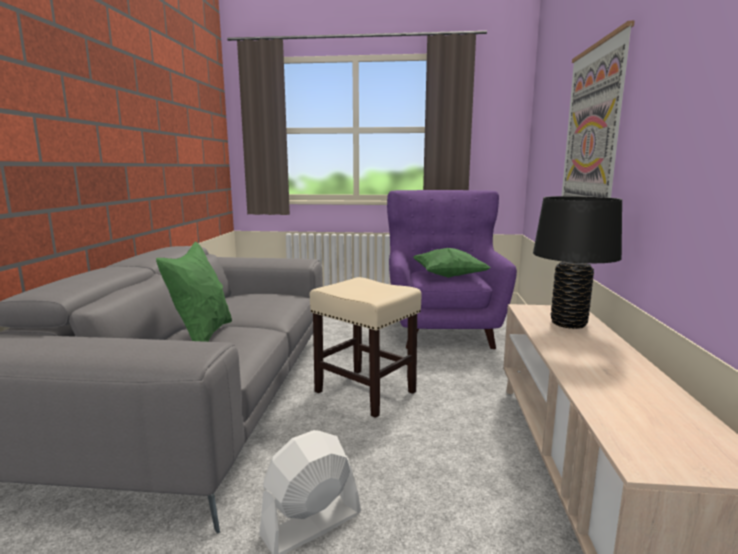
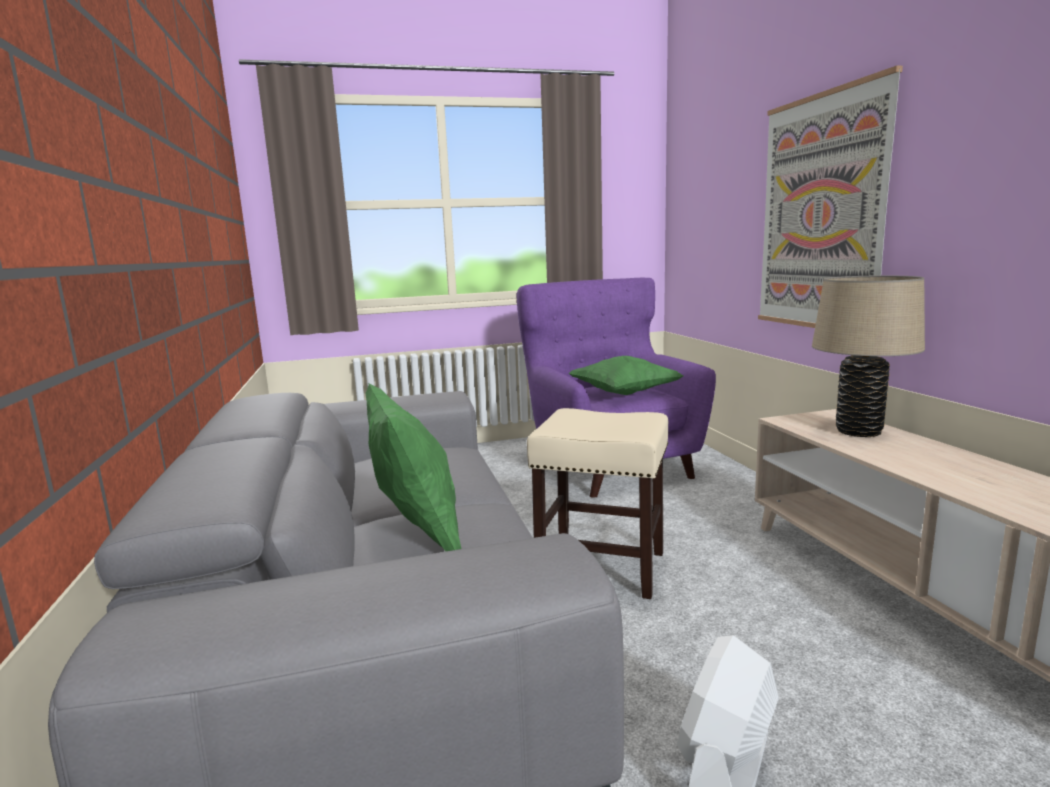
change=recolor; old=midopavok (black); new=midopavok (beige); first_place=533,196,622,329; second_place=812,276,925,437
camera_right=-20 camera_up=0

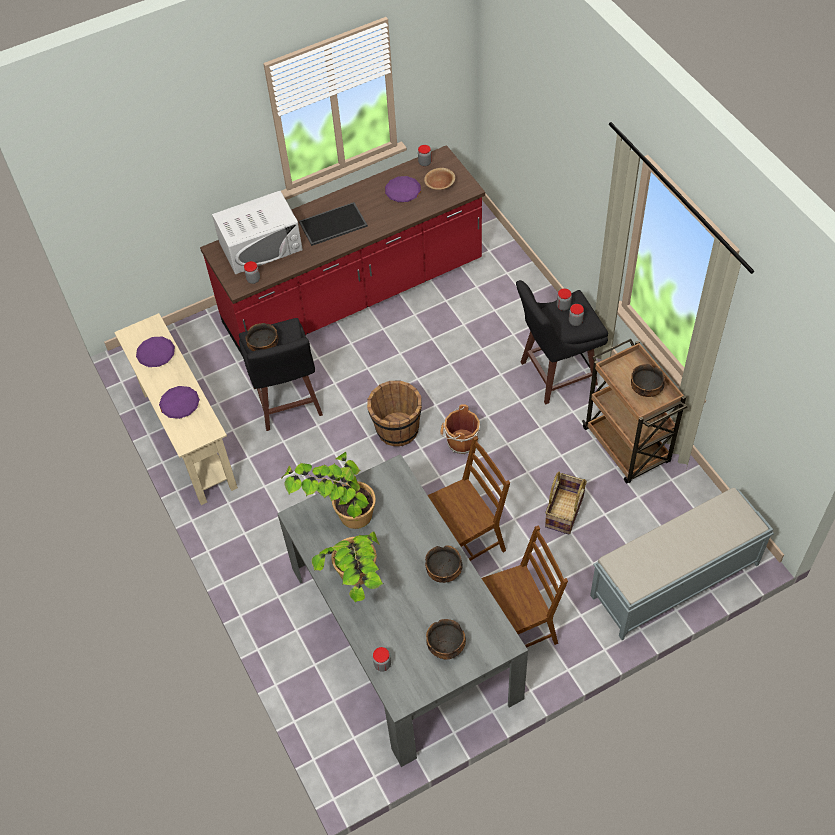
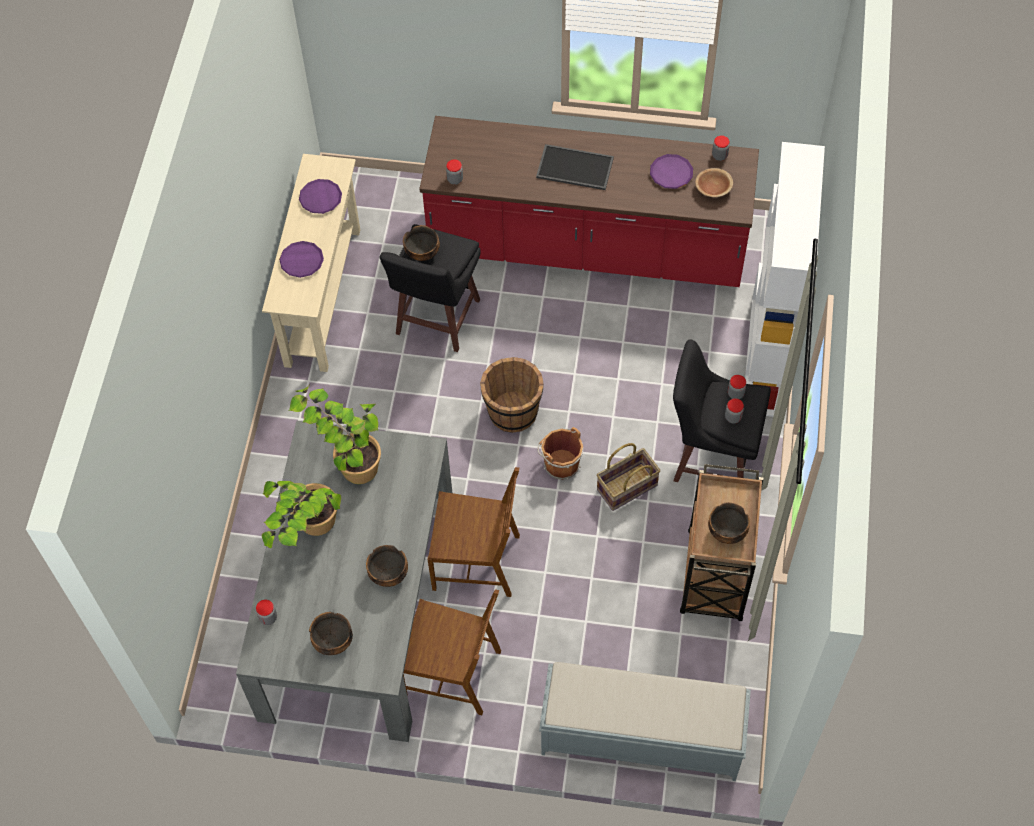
change=delete; old=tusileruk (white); first_place=212,191,303,274
change=move; old=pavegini; first_place=545,472,587,535; second_place=597,443,660,511
change=insert; new=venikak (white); second_place=745,142,825,417
camera_right=35 camera_up=5

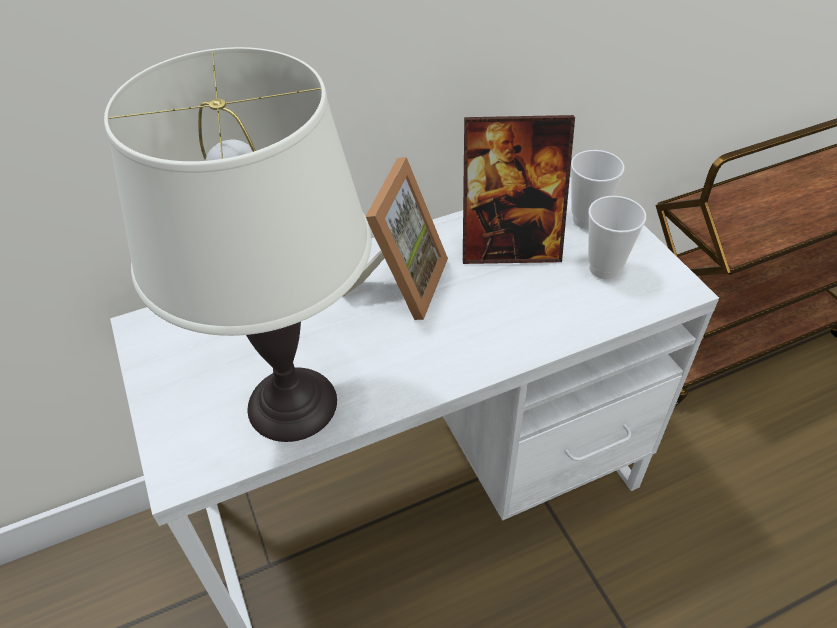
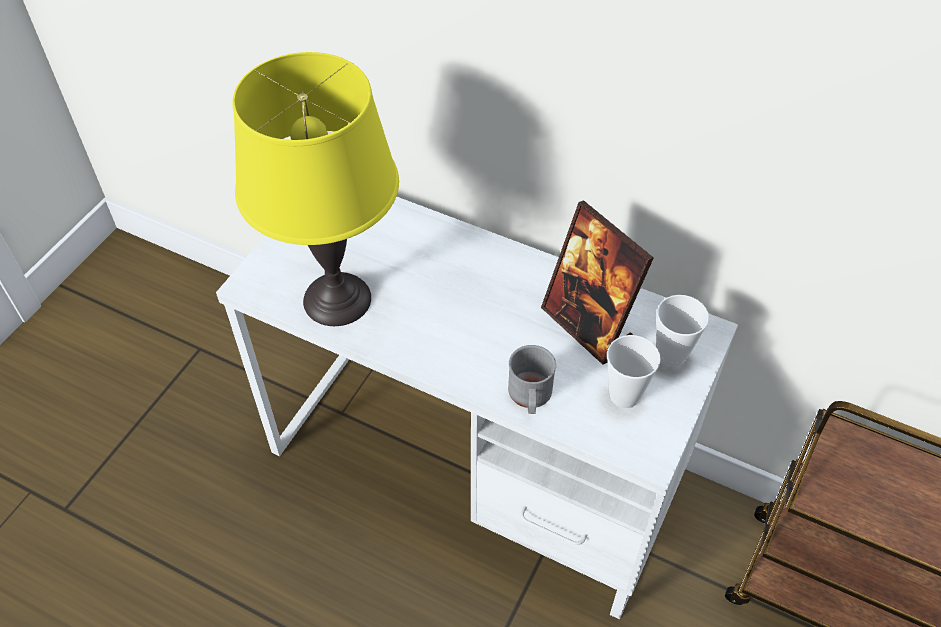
change=recolor; old=midopavok (white); new=midopavok (yellow); first_place=104,47,371,442; second_place=233,52,399,326
change=delete; old=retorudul; first_place=343,157,448,320
change=insert; new=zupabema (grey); second_place=508,345,556,414
camera_right=50 camera_up=5

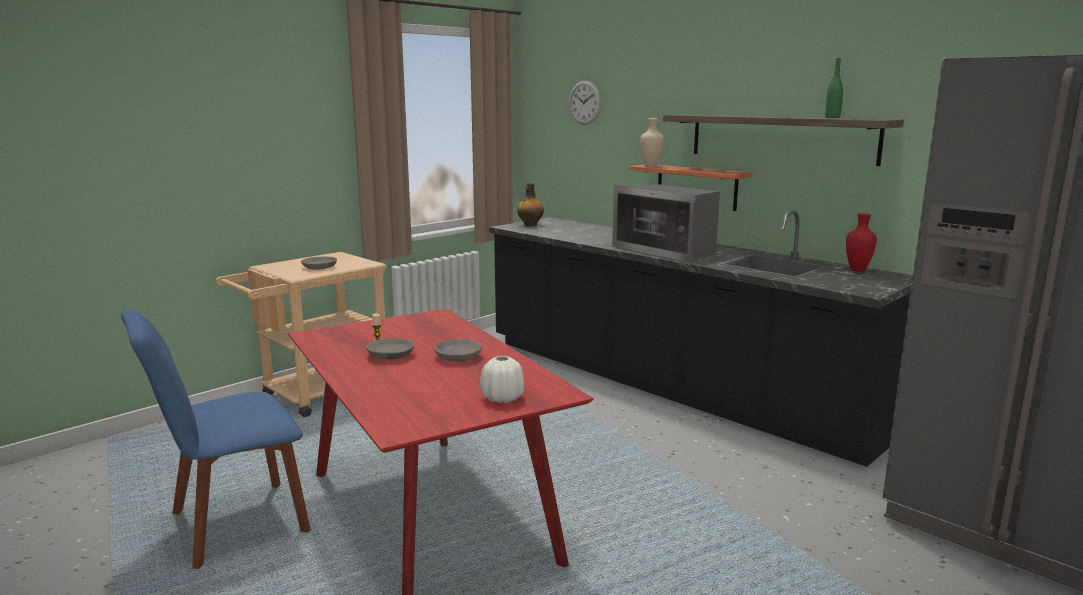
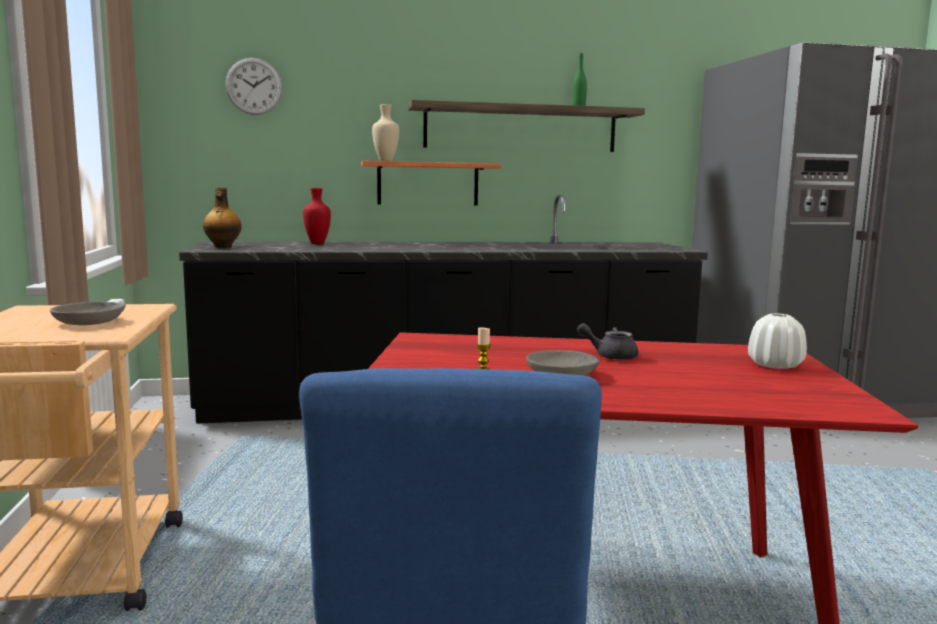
change=replace; old=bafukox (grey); new=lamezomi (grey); first_place=434,339,482,362; second_place=577,323,638,360
change=delete; old=tusileruk; first_place=612,184,720,263
change=move; old=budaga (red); first_place=846,213,877,272; second_place=303,188,331,244
camera_right=-55 camera_up=-5

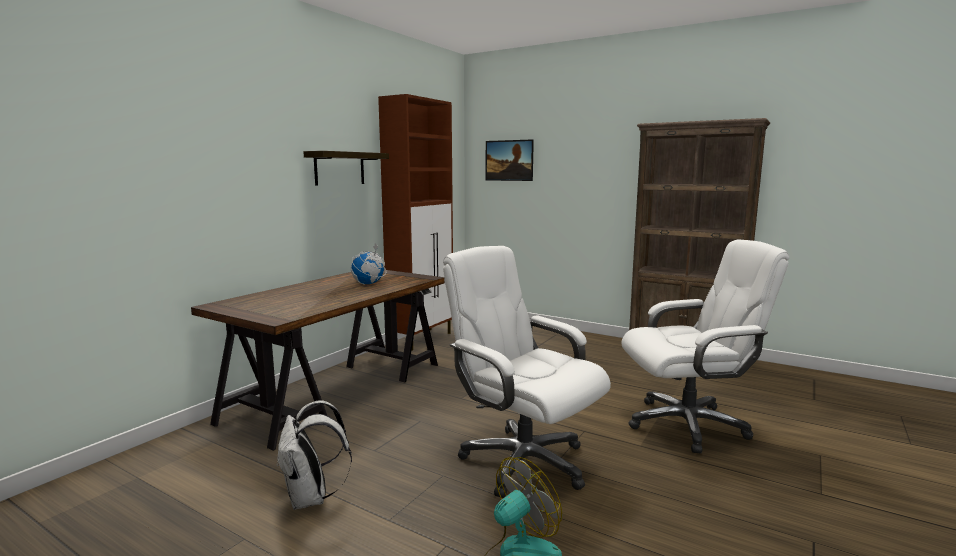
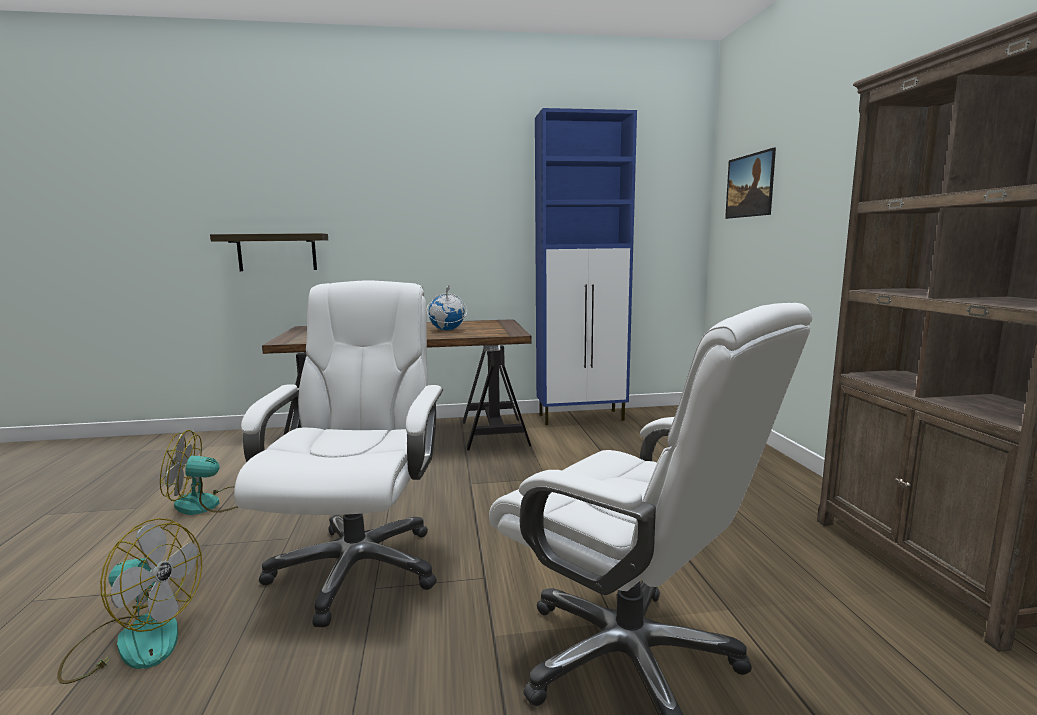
change=replace; old=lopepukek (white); new=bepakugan; first_place=277,400,352,510; second_place=160,430,238,515
change=move; old=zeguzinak; first_place=303,151,389,185; second_place=210,233,328,271
change=recolor; old=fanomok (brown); new=fanomok (blue); first_place=378,94,453,351; second_place=535,108,637,425
camera_right=50 camera_up=0

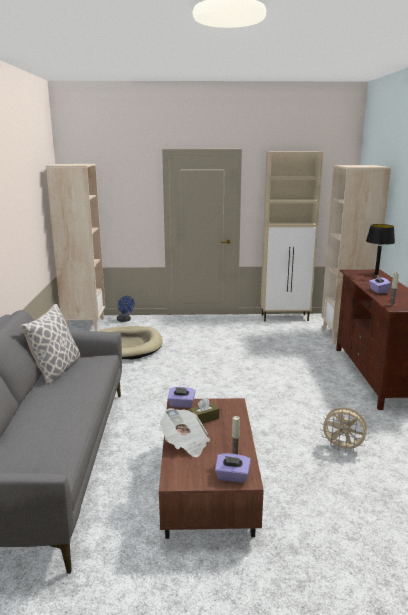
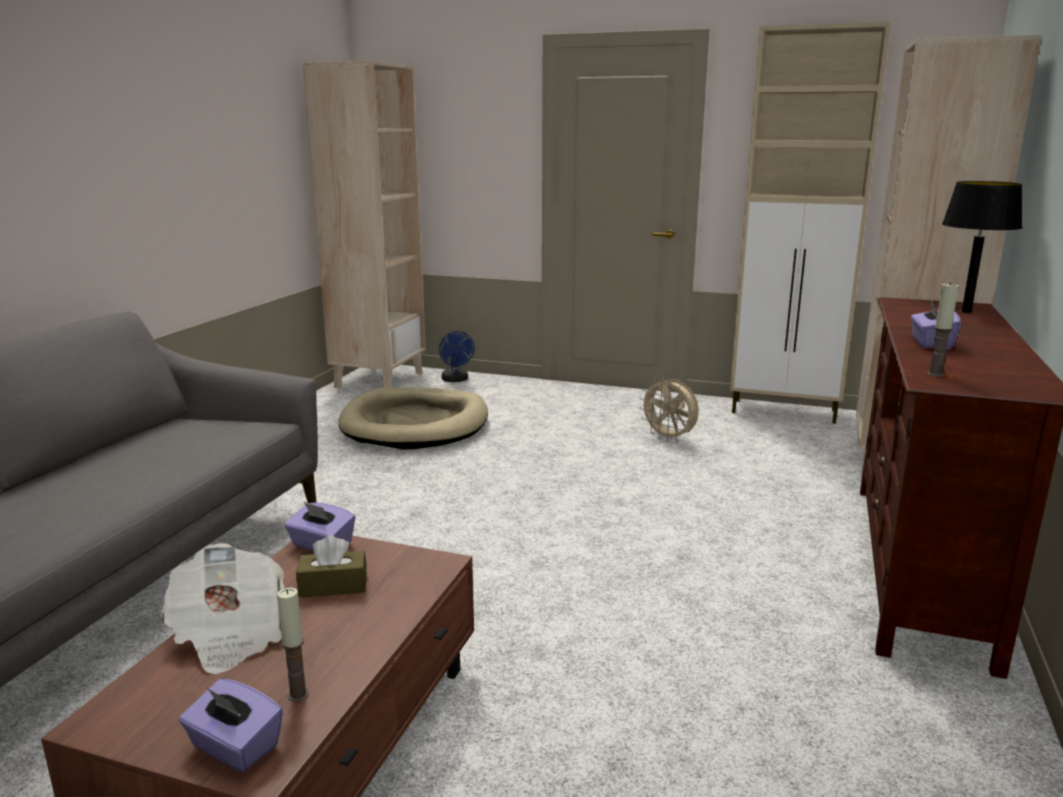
change=delete; old=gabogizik; first_place=20,304,81,385
change=move; old=bepakugan (beige); first_place=320,407,369,452; second_place=639,377,699,442
camera_right=20 camera_up=0

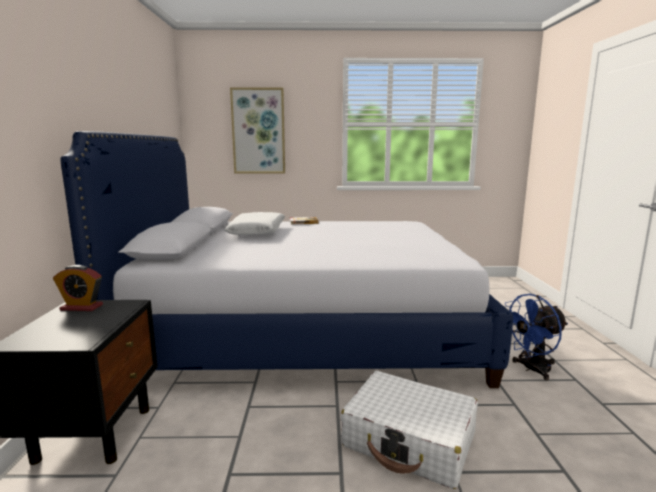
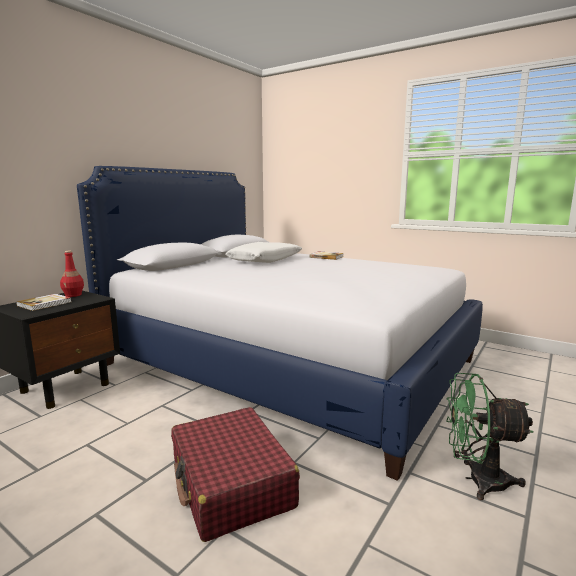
change=replace; old=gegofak; new=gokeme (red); first_place=53,265,103,311; second_place=60,251,84,297
change=delete; old=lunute; first_place=230,88,285,173
change=recolor; old=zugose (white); new=zugose (red); first_place=341,371,478,489; second_place=171,407,300,542
change=recolor; old=bepakugan (blue); new=bepakugan (green); first_place=505,294,568,381; second_place=446,373,534,500
change=insert; new=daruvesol; second_place=16,294,71,311
camera_right=35 camera_up=0

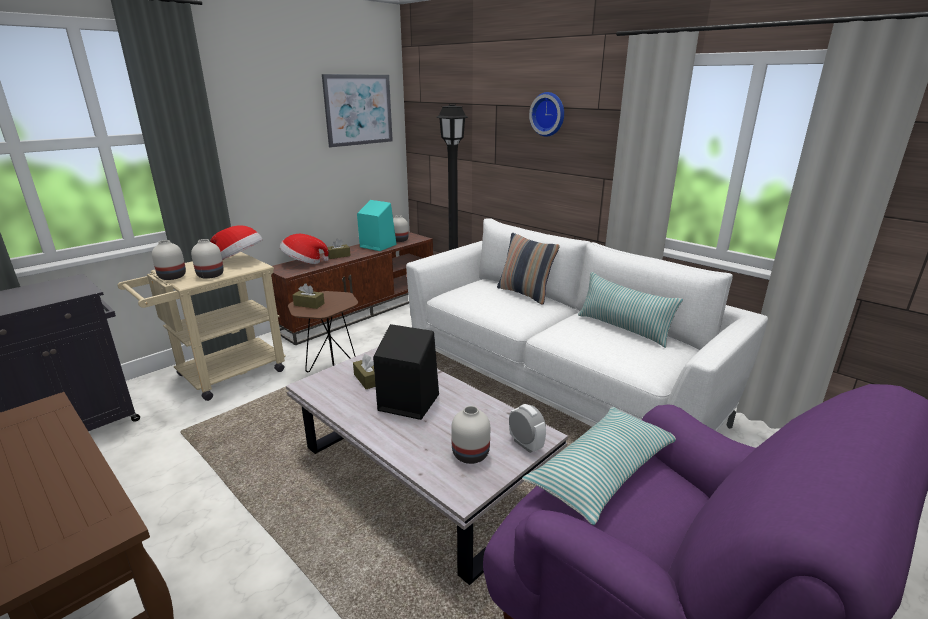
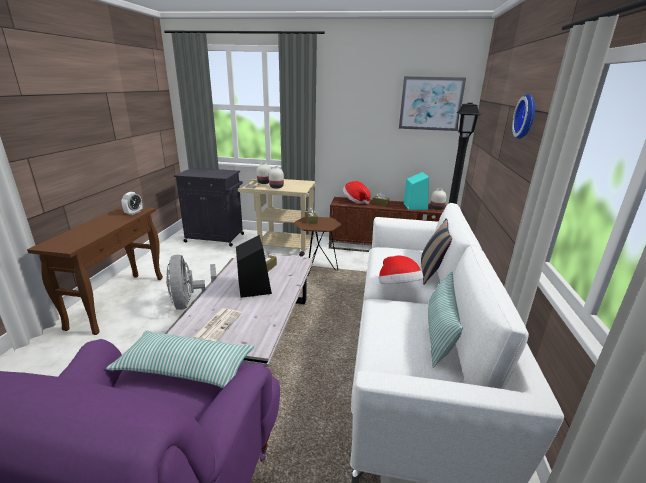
change=move; old=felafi; first_place=210,225,263,260; second_place=379,256,424,284
change=replace; old=budaga (white); new=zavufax; first_place=451,406,490,464; second_place=193,308,242,342
change=move; old=gegofak; first_place=509,404,546,453; second_place=122,192,142,215
change=insert; new=bepakugan (grey); second_place=166,255,217,310
camera_right=55 camera_up=0

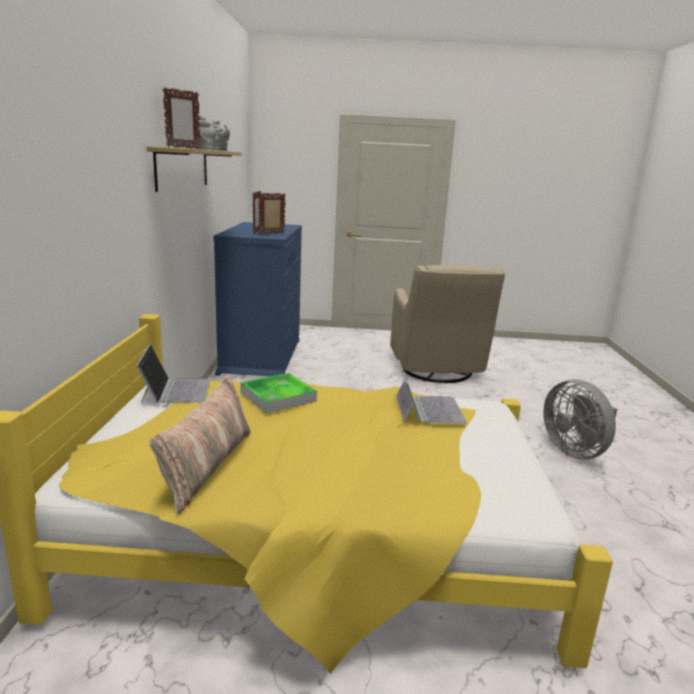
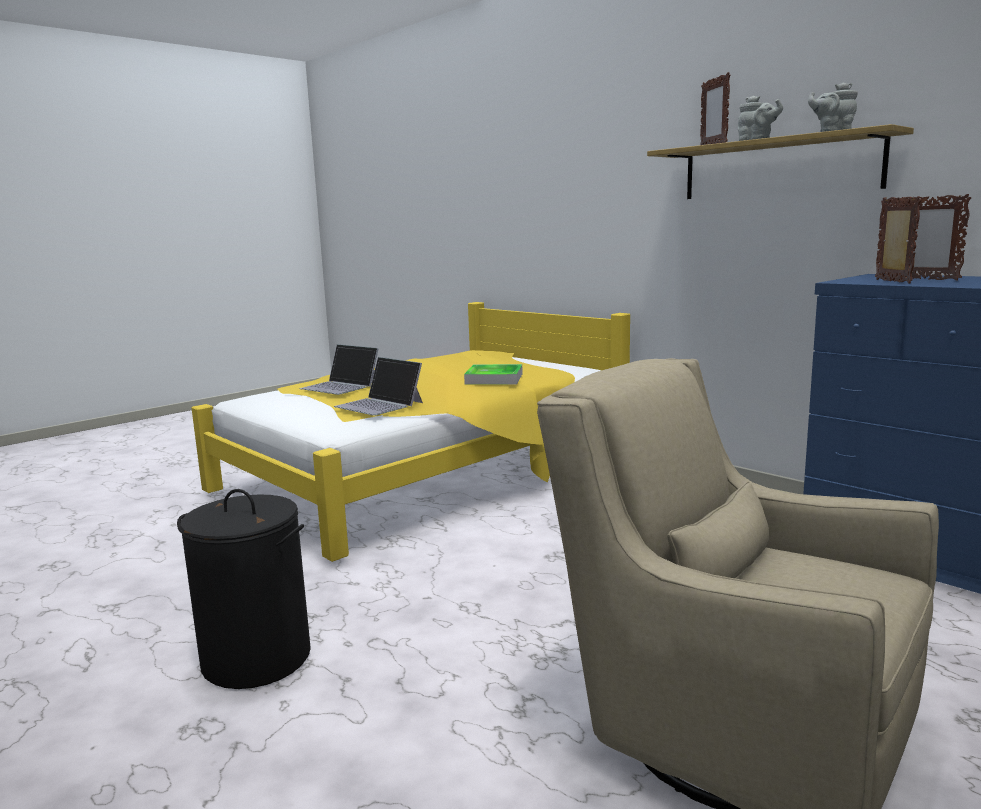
change=move; old=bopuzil; first_place=136,344,211,403; second_place=300,344,379,395
change=delete; old=gabogizik; first_place=149,376,251,514
change=replace; old=bepakugan (grey); new=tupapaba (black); first_place=543,379,617,459; second_place=177,489,311,689
camera_right=135 camera_up=-5

